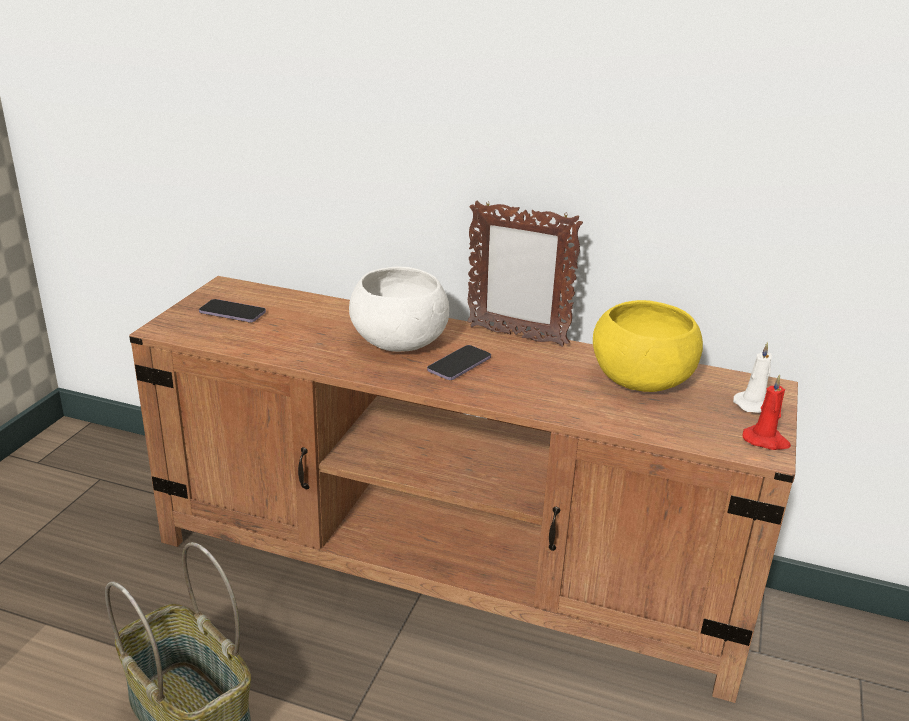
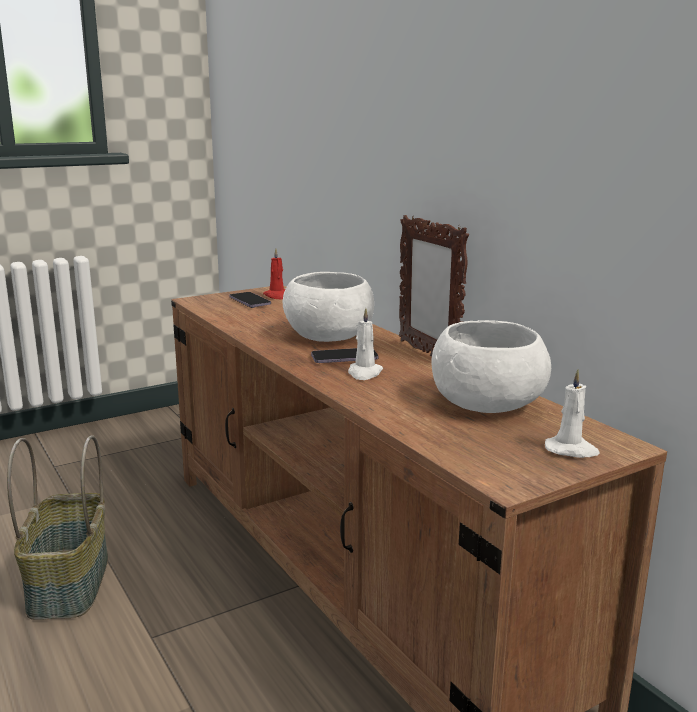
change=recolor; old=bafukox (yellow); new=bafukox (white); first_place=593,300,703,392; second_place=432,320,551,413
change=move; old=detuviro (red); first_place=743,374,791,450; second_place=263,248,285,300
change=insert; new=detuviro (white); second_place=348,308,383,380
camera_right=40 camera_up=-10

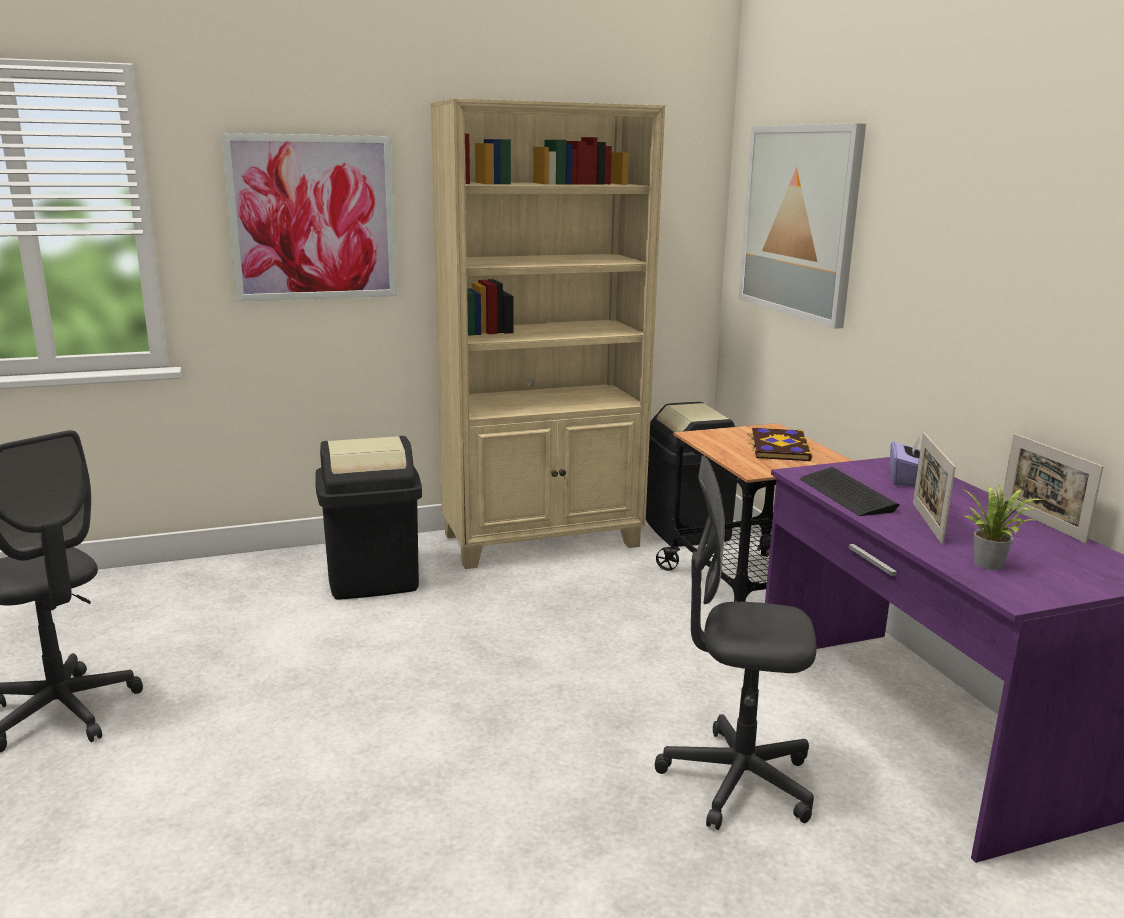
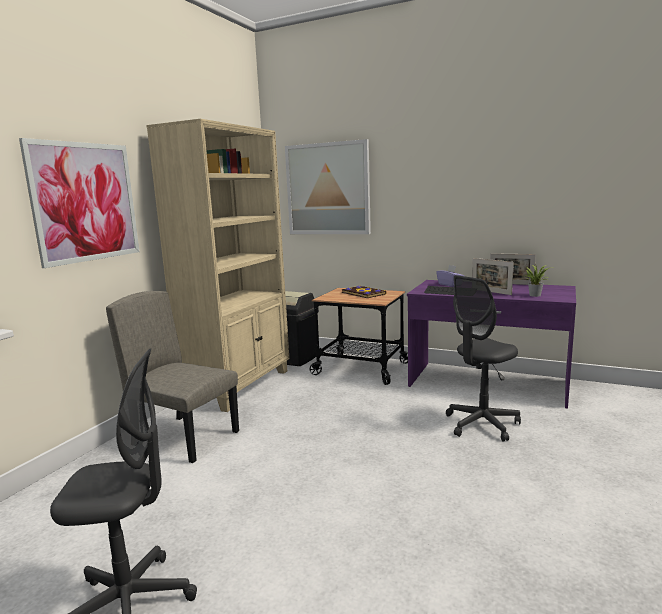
change=replace; old=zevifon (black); new=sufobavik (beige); first_place=315,436,422,600; second_place=106,291,239,463
camera_right=-45 camera_up=-5

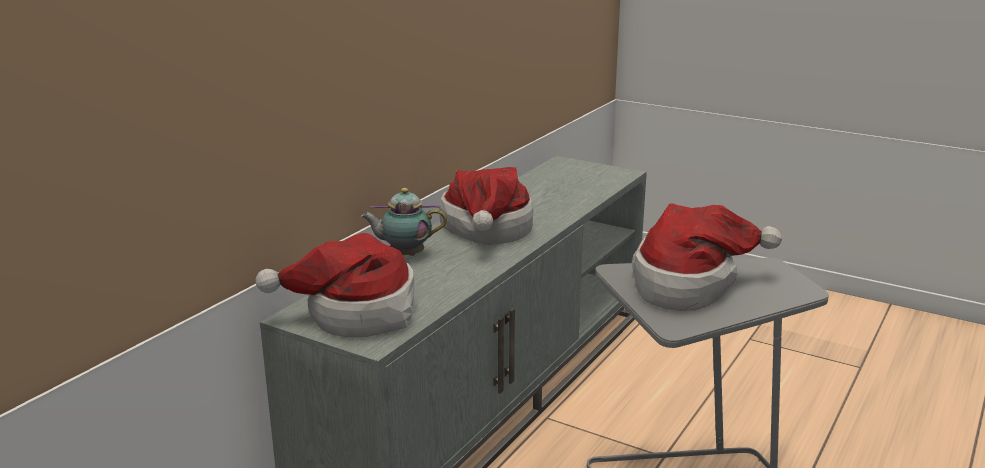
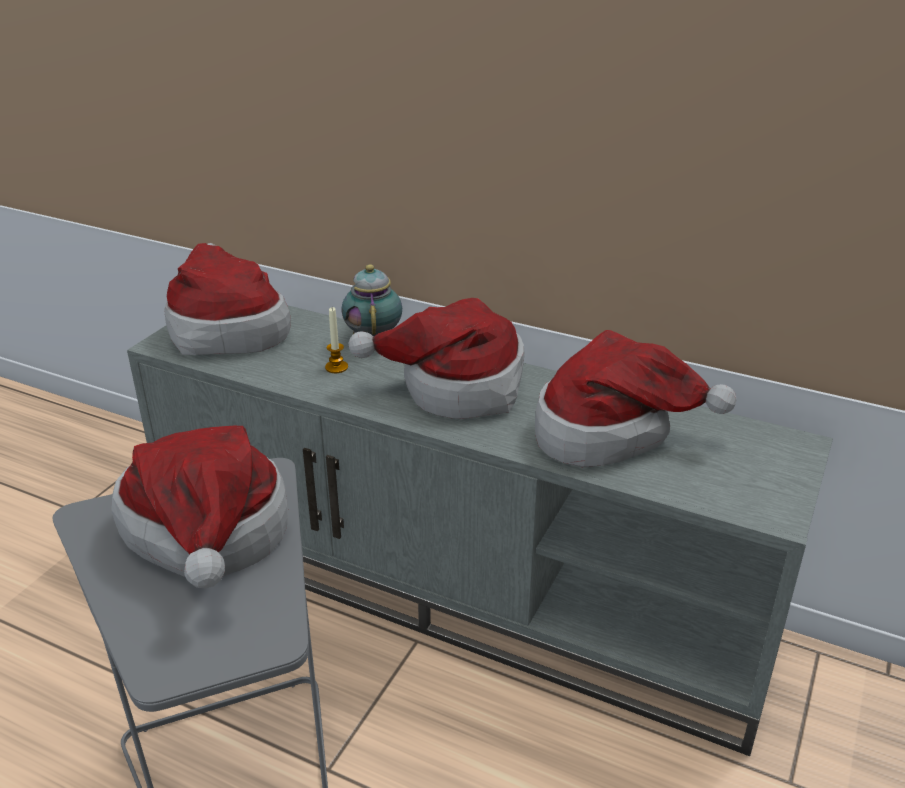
change=insert; new=detuviro; second_place=325,307,348,373
change=insert; new=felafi; second_place=535,330,737,467
camera_right=85 camera_up=10

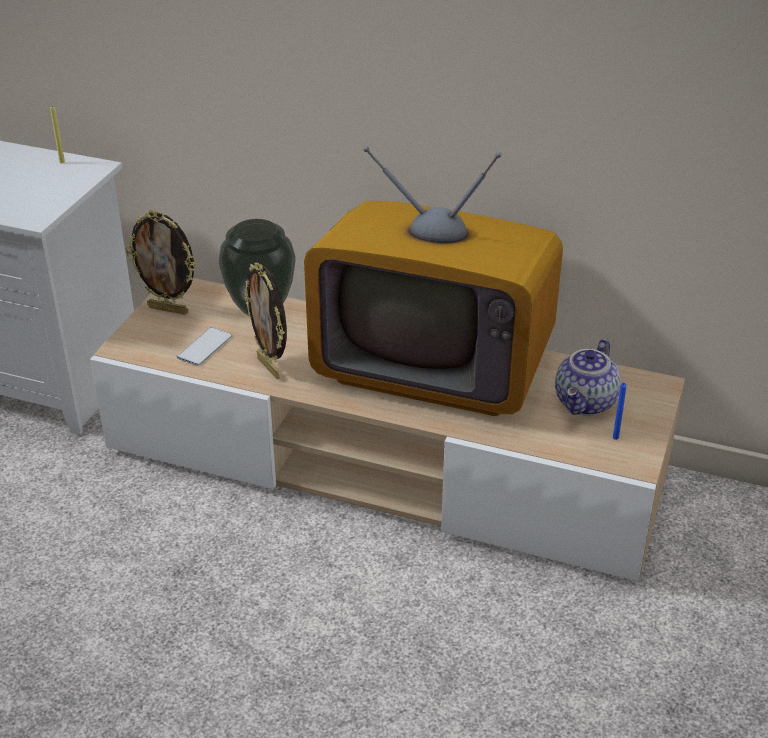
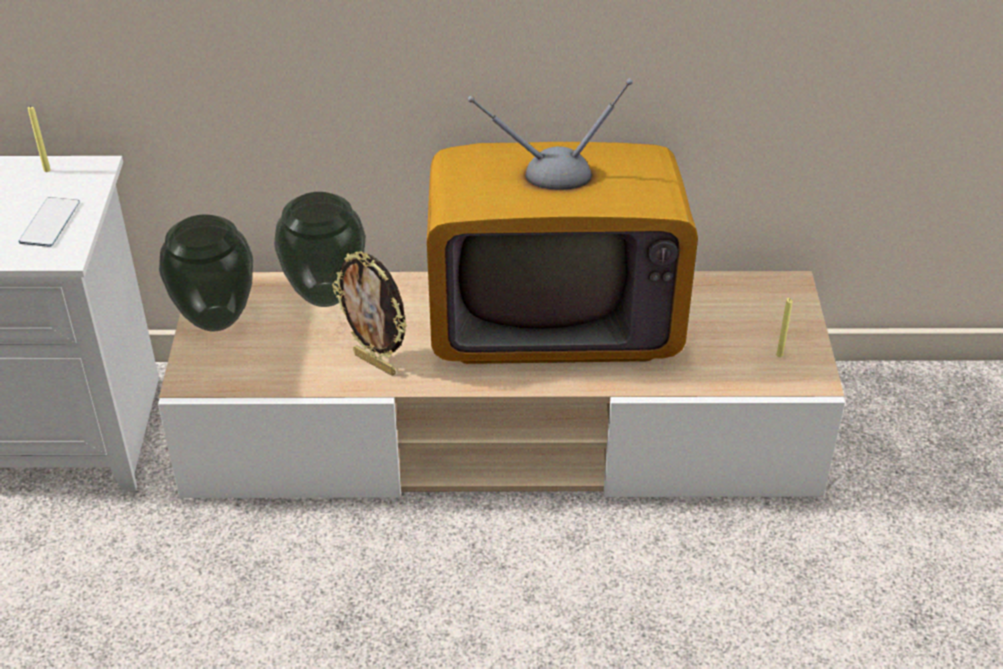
change=replace; old=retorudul; new=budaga; first_place=125,210,197,315; second_place=159,214,253,331
change=move; old=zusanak; first_place=177,327,232,366; second_place=18,197,80,247
change=delete; old=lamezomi; first_place=555,339,621,416
change=recolor; old=detuviro (blue); new=detuviro (yellow); first_place=613,383,626,440; second_place=776,298,792,357
camera_right=-20 camera_up=5

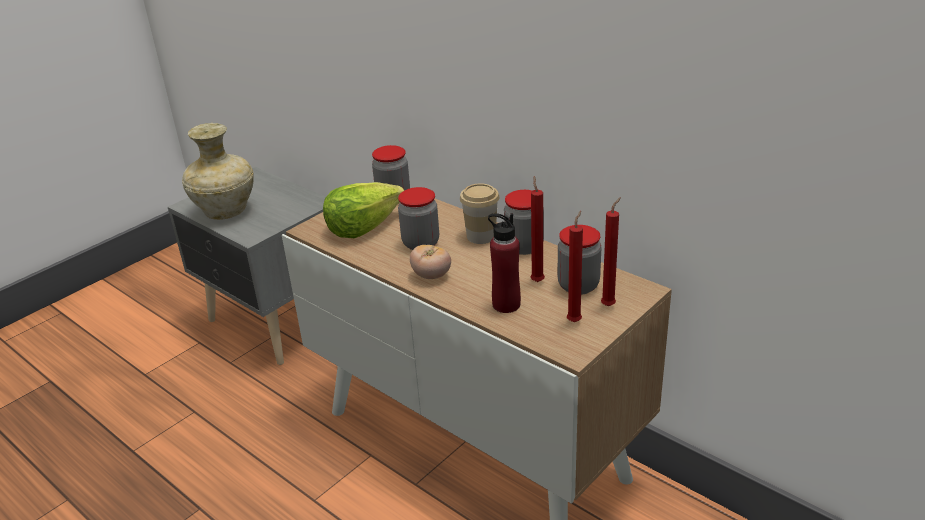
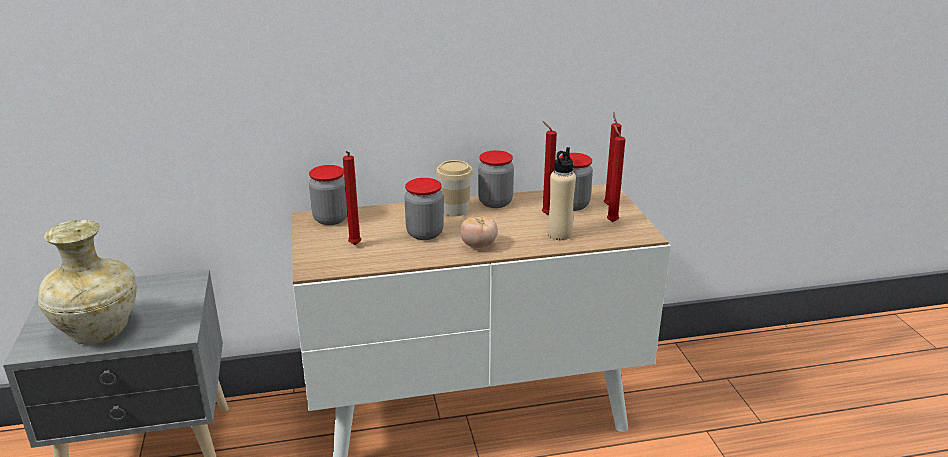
change=replace; old=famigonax; new=detuviro (red); first_place=323,182,404,238; second_place=343,151,361,245
change=recolor; old=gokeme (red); new=gokeme (beige); first_place=488,213,521,313; second_place=548,147,576,240
camera_right=-55 camera_up=-5

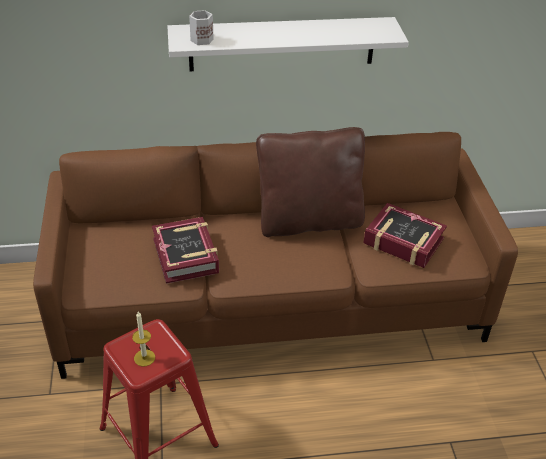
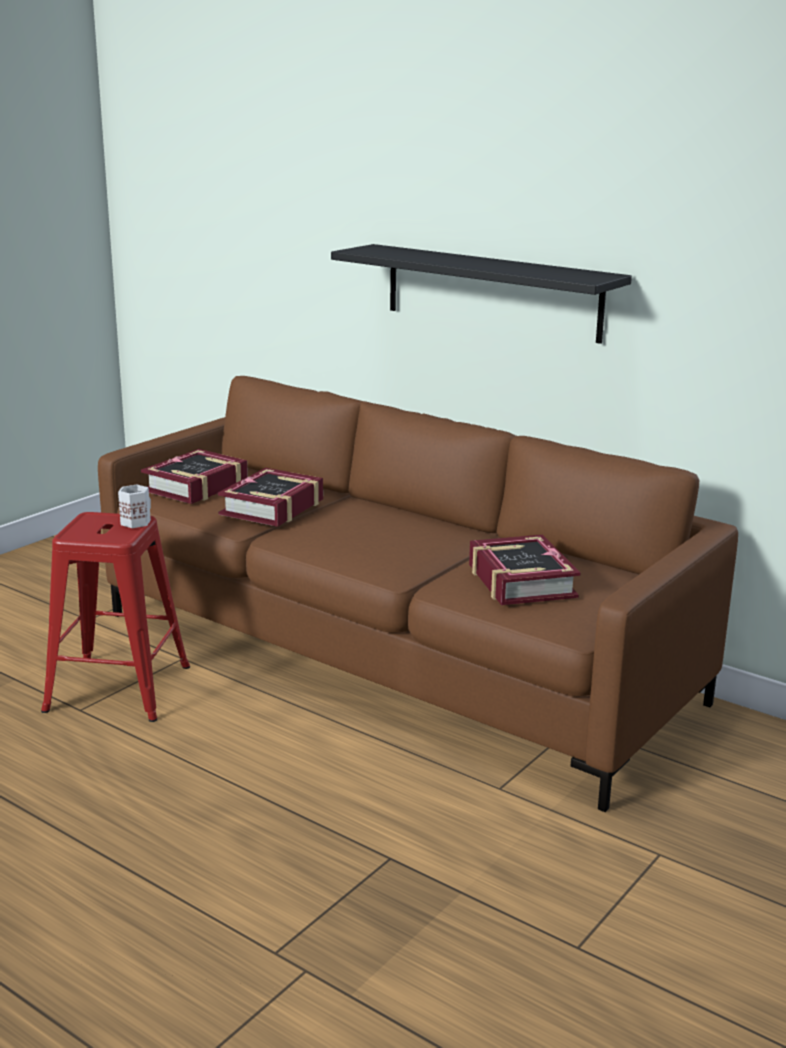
change=delete; old=detuviro; first_place=132,312,155,367
change=recolor; old=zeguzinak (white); new=zeguzinak (black); first_place=167,17,409,71; second_place=331,244,632,344
change=move; old=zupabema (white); first_place=189,10,214,45; second_place=118,485,151,528
change=delete; old=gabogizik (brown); first_place=256,127,365,237
change=insert; new=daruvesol; second_place=141,449,248,504
camera_right=45 camera_up=-20

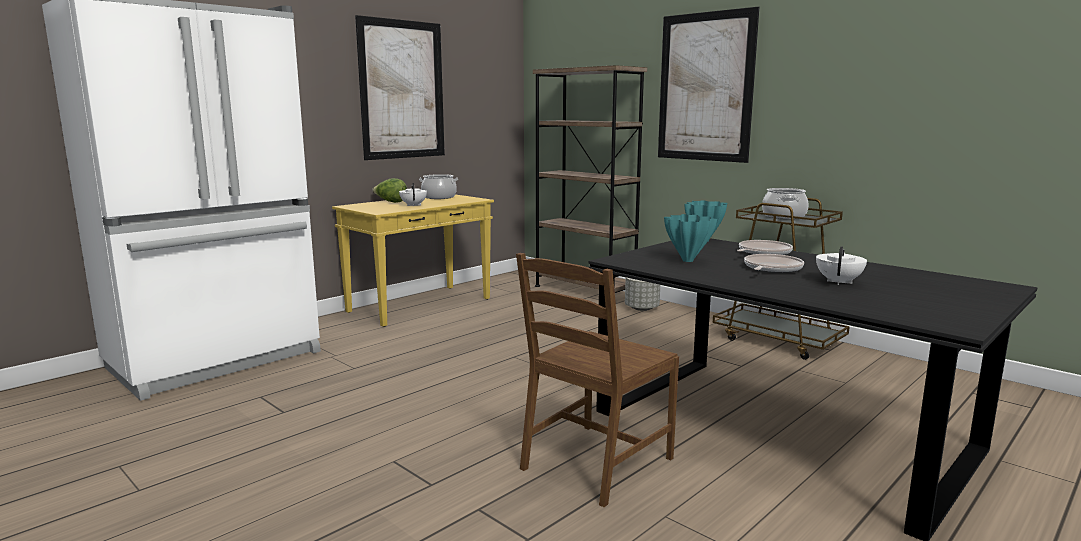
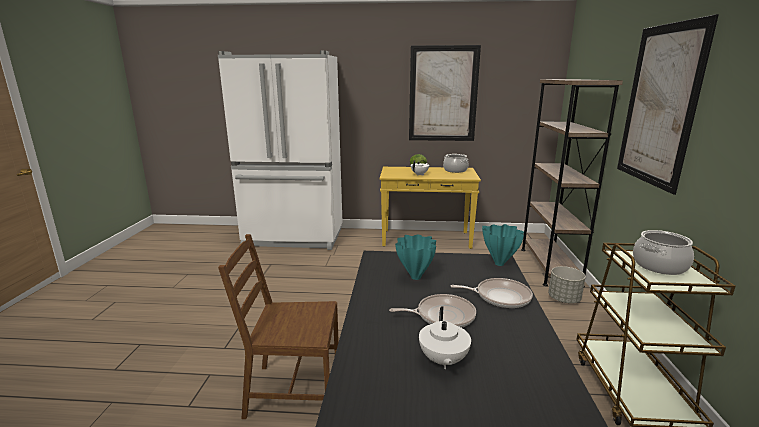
change=rotate; old=lamezomi (white); first_place=816,246,867,285; second_place=419,306,471,369; degrees=105
camera_right=50 camera_up=5

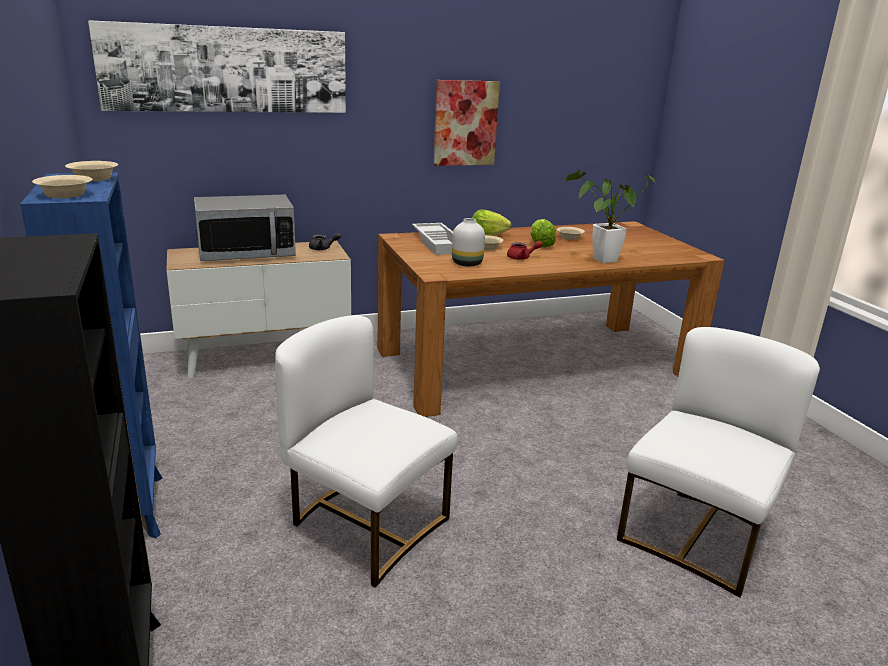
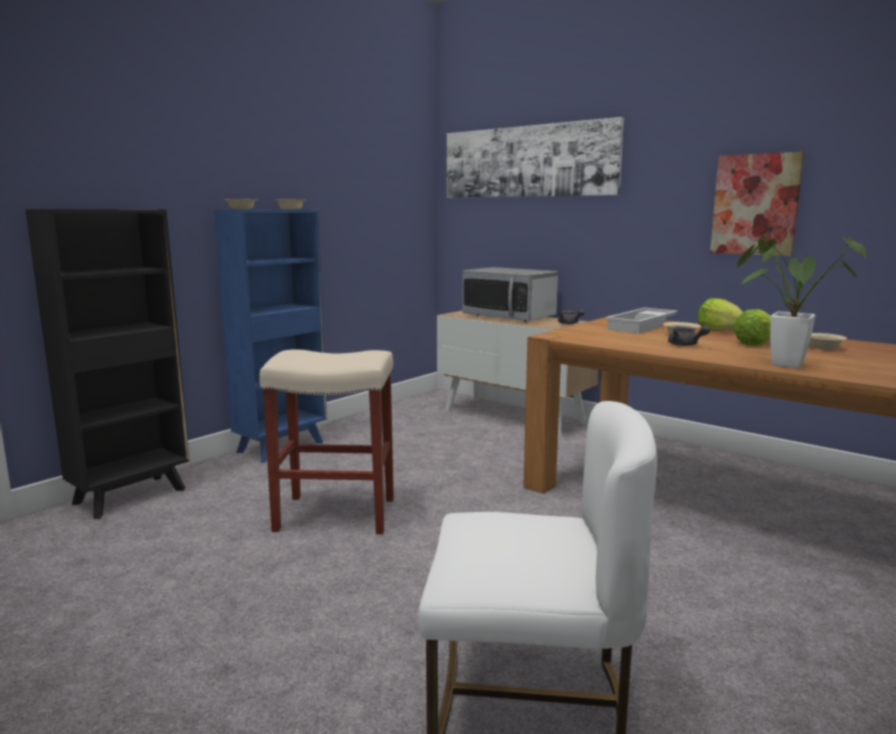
change=replace; old=sufobavik (white); new=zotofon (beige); first_place=275,315,458,588; second_place=259,350,394,534
change=delete; old=budaga (white); first_place=452,218,485,266
change=recolor; old=lamezomi (red); new=lamezomi (grey); first_place=507,241,543,260; second_place=668,326,710,346
camera_right=60 camera_up=-10

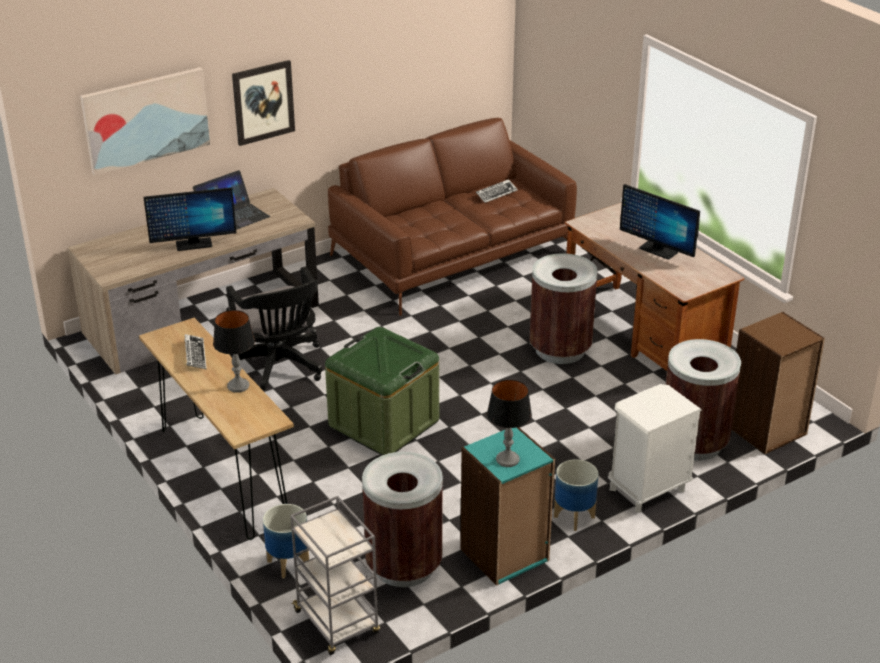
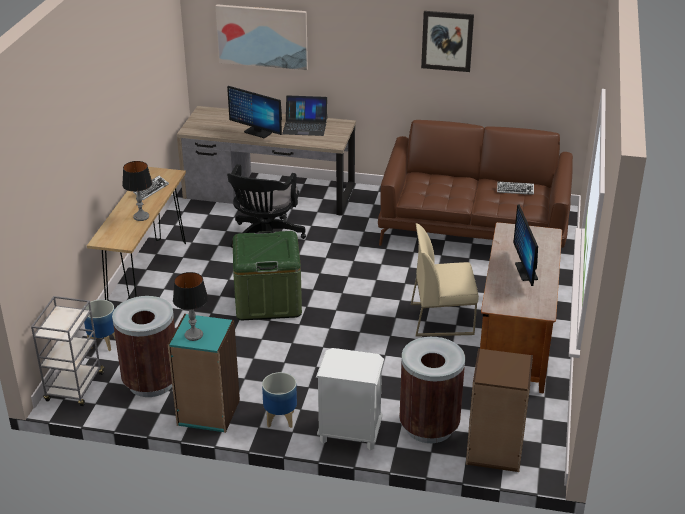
change=move; old=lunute; first_place=232,60,295,146; second_place=421,11,474,72
change=replace; old=zevifon (brown); new=sufobavik (beige); first_place=529,253,598,364; second_place=411,223,479,336
camera_right=45 camera_up=0

